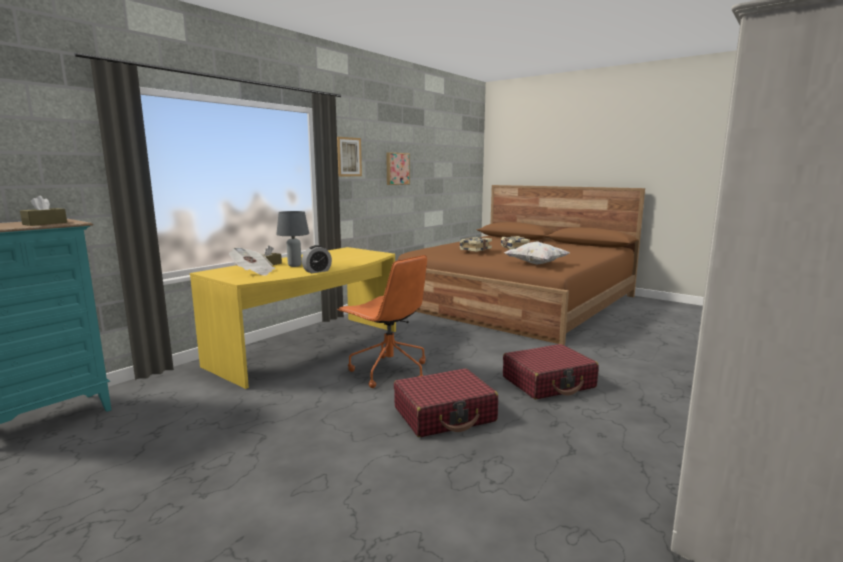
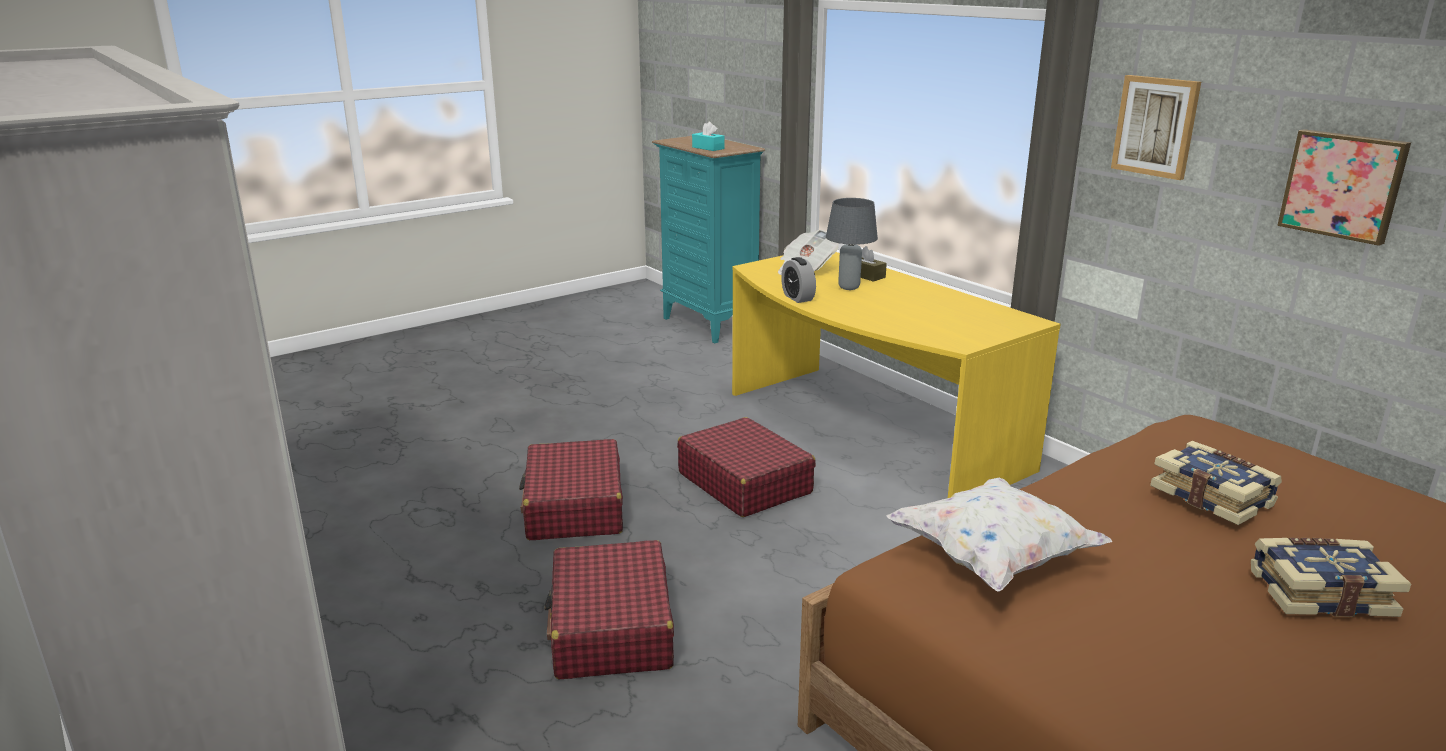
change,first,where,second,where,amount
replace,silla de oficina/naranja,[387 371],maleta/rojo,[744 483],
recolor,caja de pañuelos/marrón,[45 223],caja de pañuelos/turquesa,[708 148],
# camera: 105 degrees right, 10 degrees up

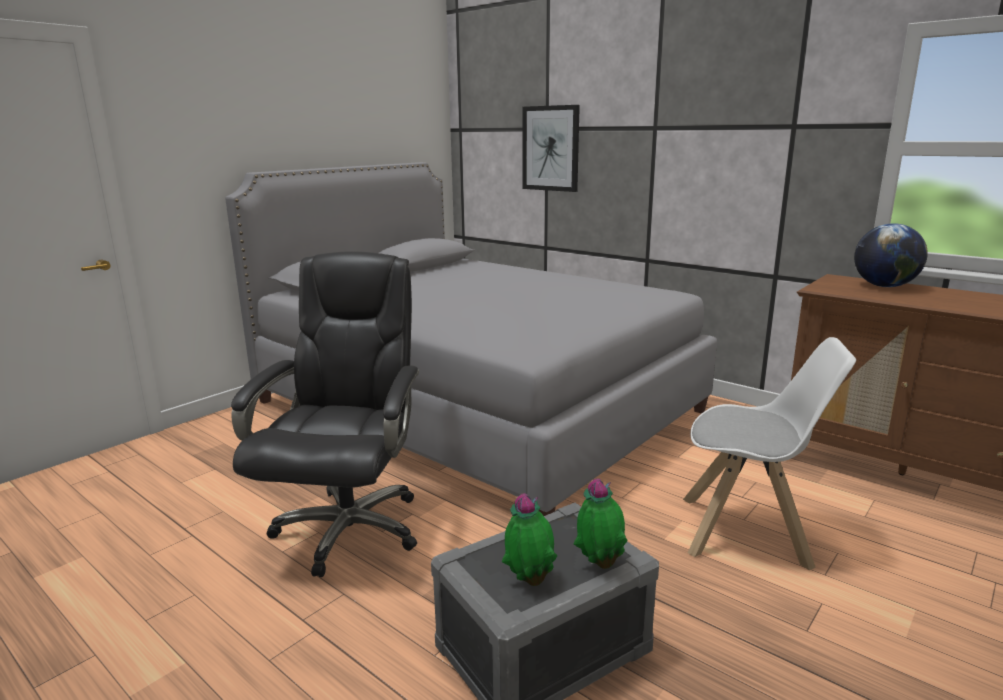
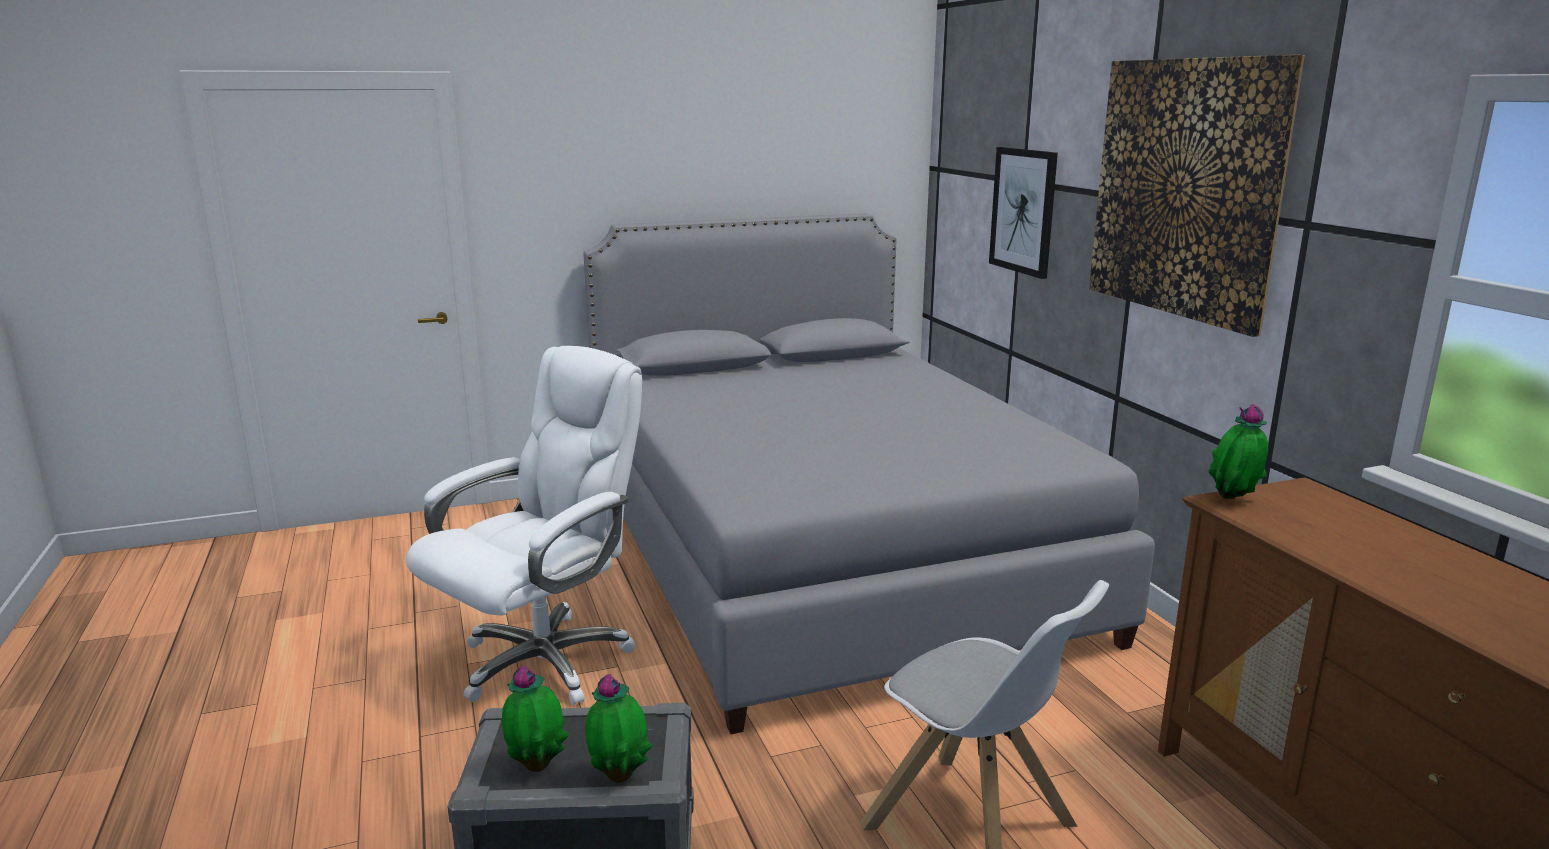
change,first,where,second,where,amount
recolor,silla de oficina/negro,[348 531],silla de oficina/blanco,[541 663],
insert,,,cuadro,[1185 188],
insert,,,planta en maceta,[1233 500],
delete,globo terráqueo,[884 286],,,
# camera: 30 degrees right, 0 degrees up

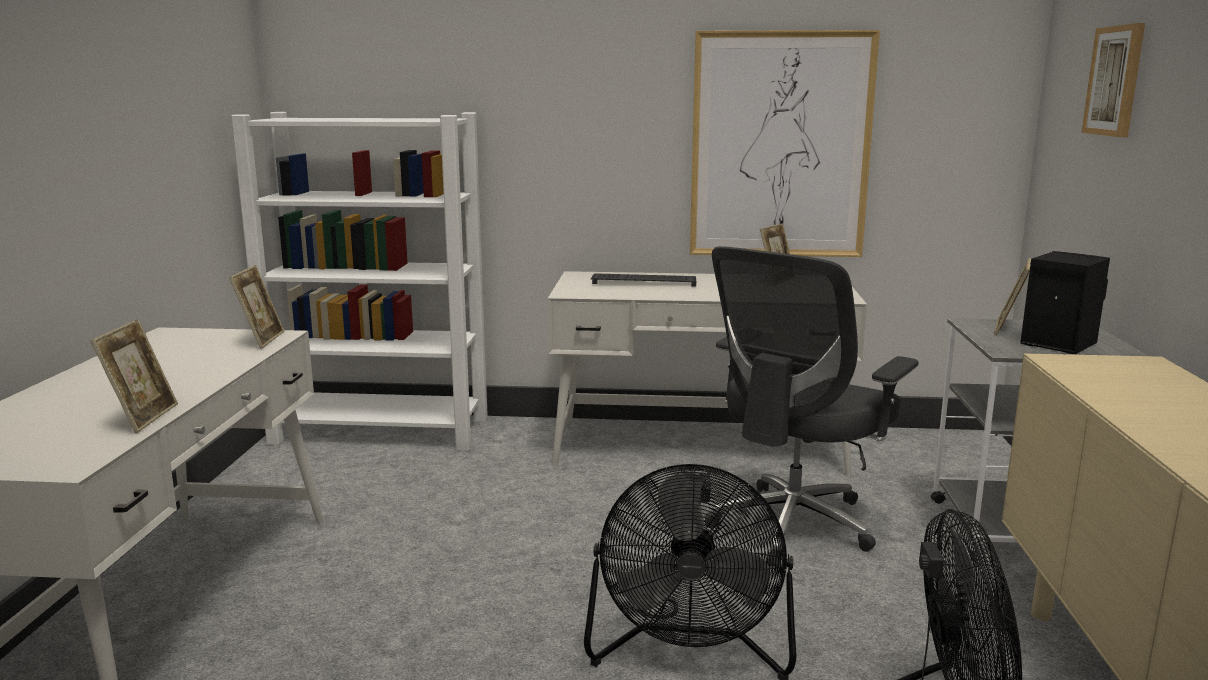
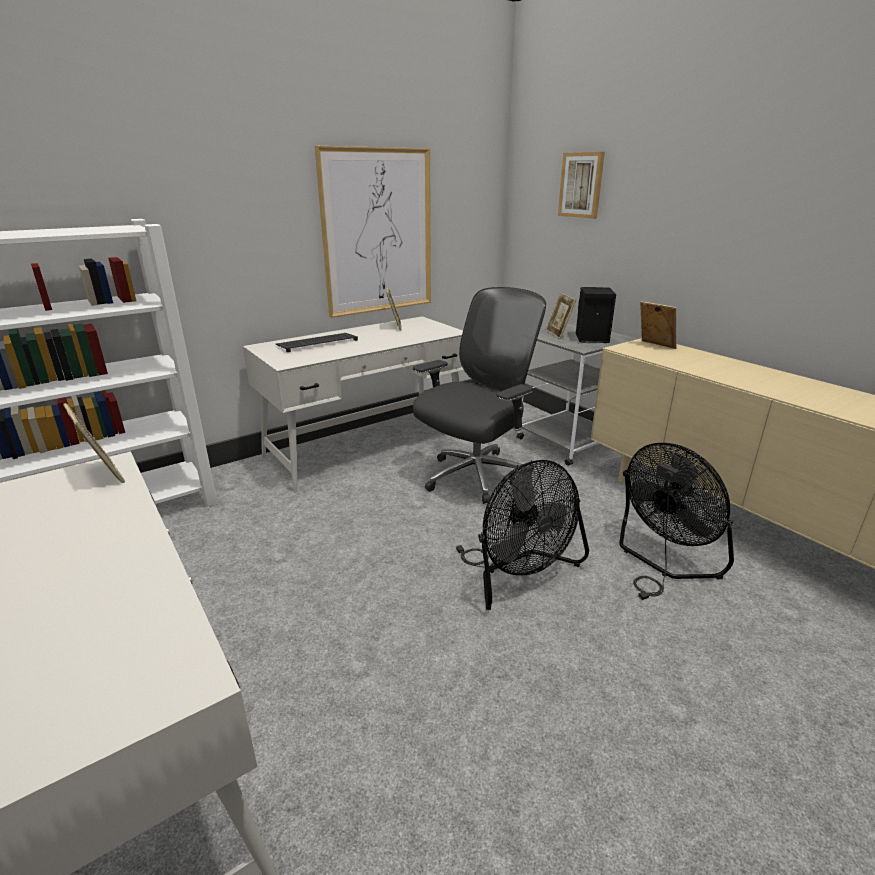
change,first,where,second,where,amount
rotate,silla de oficina,[793 524],,[475 476],135 degrees counterclockwise
move,portarretratos,[143 418],,[654 346],
# camera: 40 degrees left, 10 degrees up

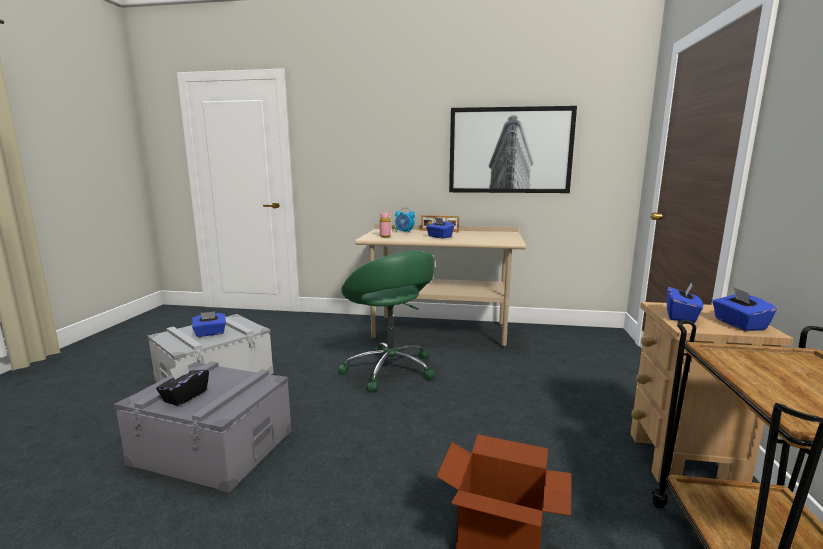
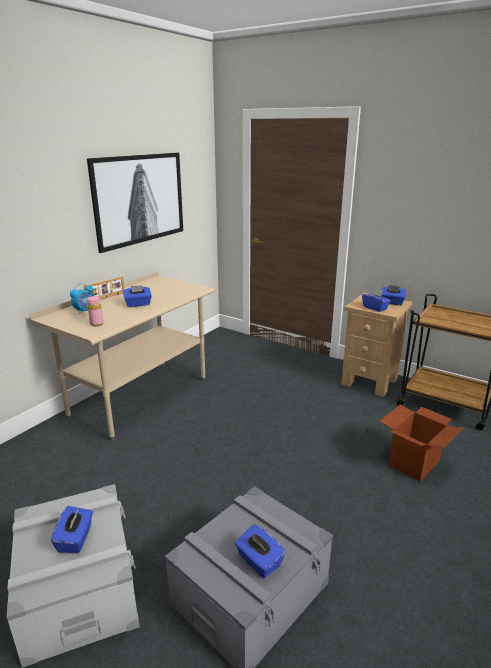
change,first,where,second,where,amount
recolor,caja de pañuelos/negro,[185 396],caja de pañuelos/azul,[259 561],
delete,silla de oficina/verde,[390 370],,,
# camera: 65 degrees left, 10 degrees up

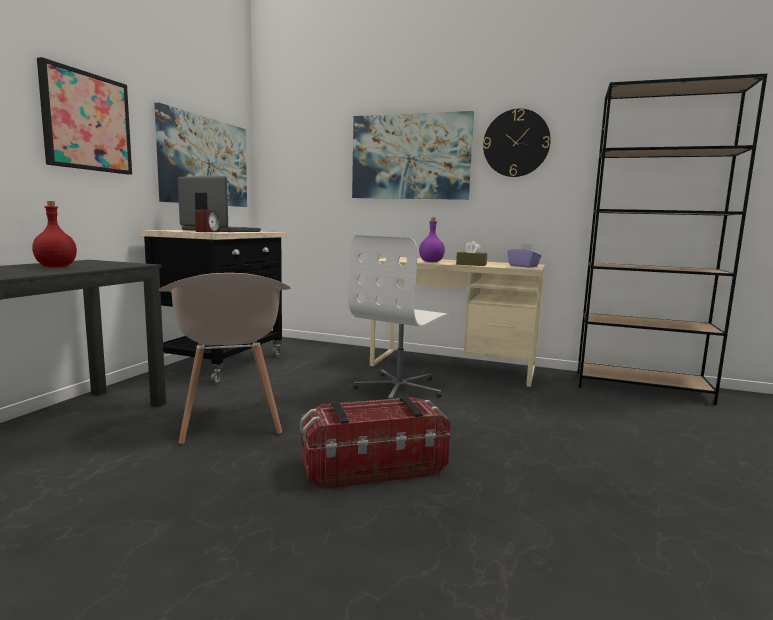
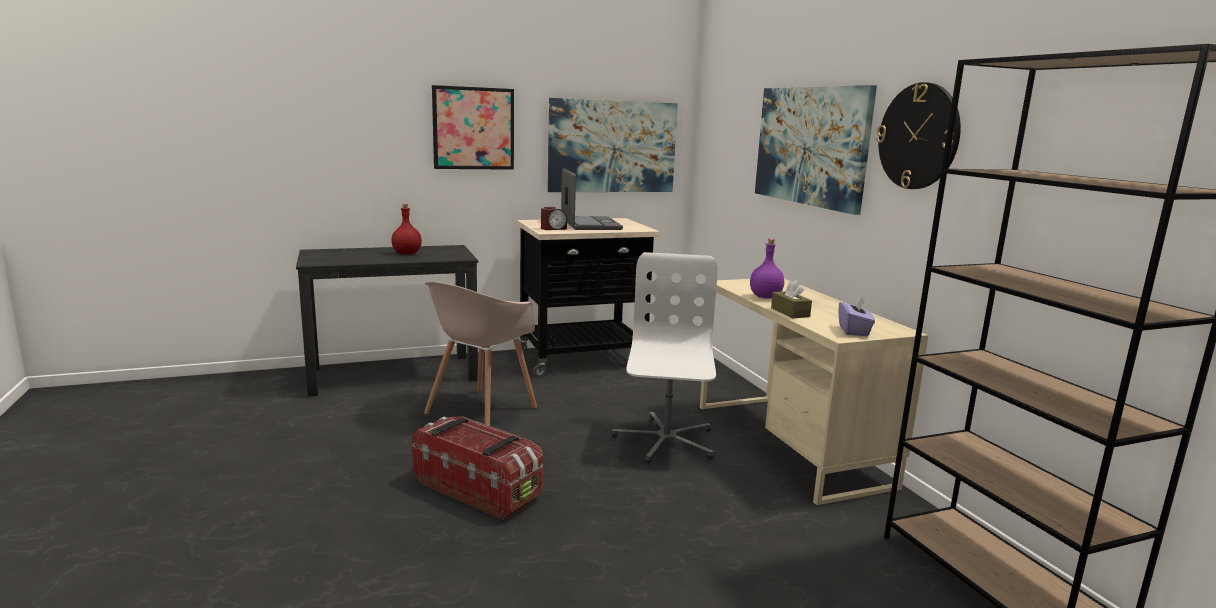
change,first,where,second,where,amount
rotate,silla de oficina/blanco,[400 388],,[665 441],105 degrees clockwise
# camera: 50 degrees right, 5 degrees up

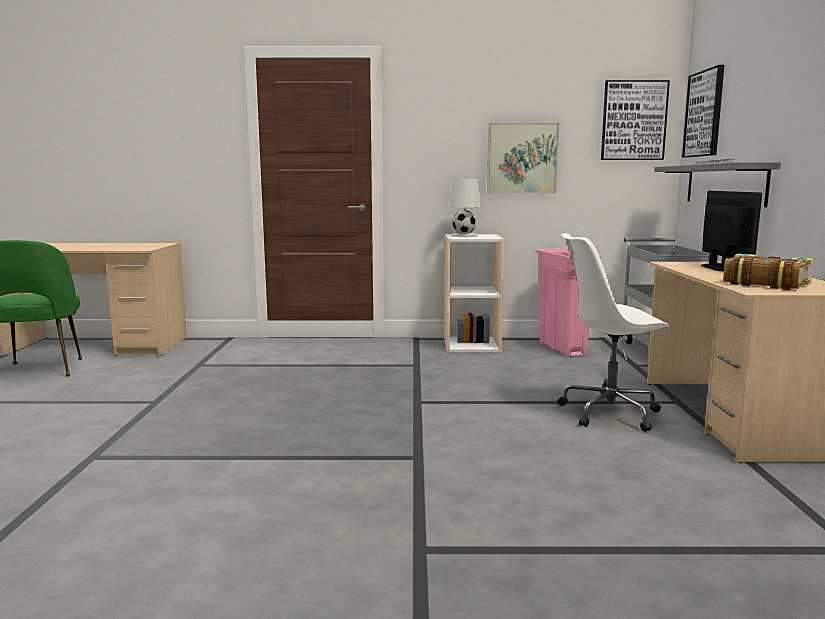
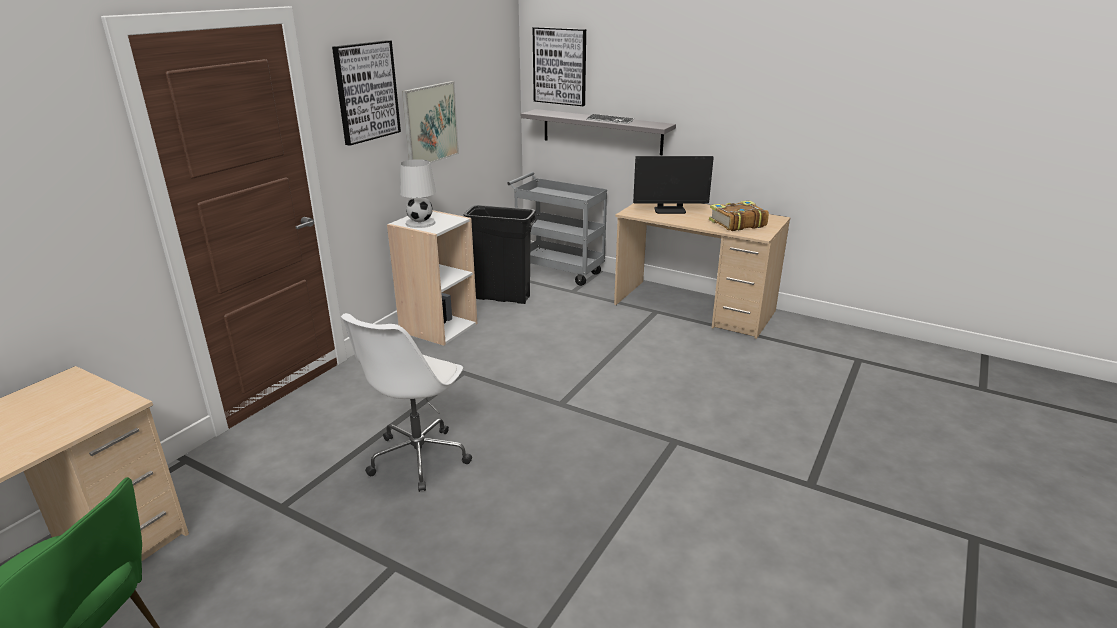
change,first,where,second,where,amount
move,cuadro,[633 120],,[366 91],
move,silla de oficina/blanco,[607 413],,[417 460],
recolor,papelera/rosa,[562 349],papelera/negro,[503 298],
rotate,monitor,[721 268],,[670 210],150 degrees clockwise
# camera: 60 degrees left, 15 degrees up

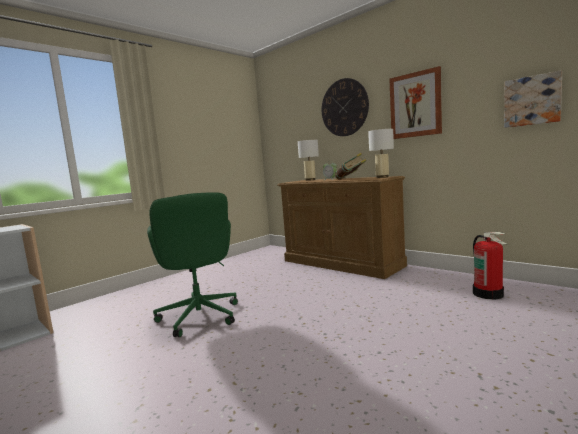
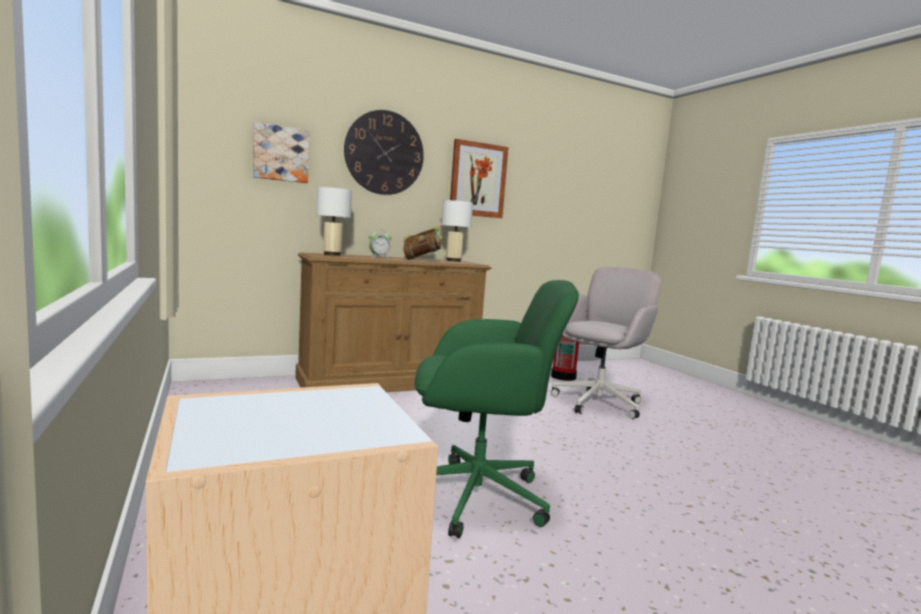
change,first,where,second,where,amount
move,cuadro,[532 100],,[281 153],
insert,,,silla de oficina/gris,[598 403],
# camera: 70 degrees left, 0 degrees up

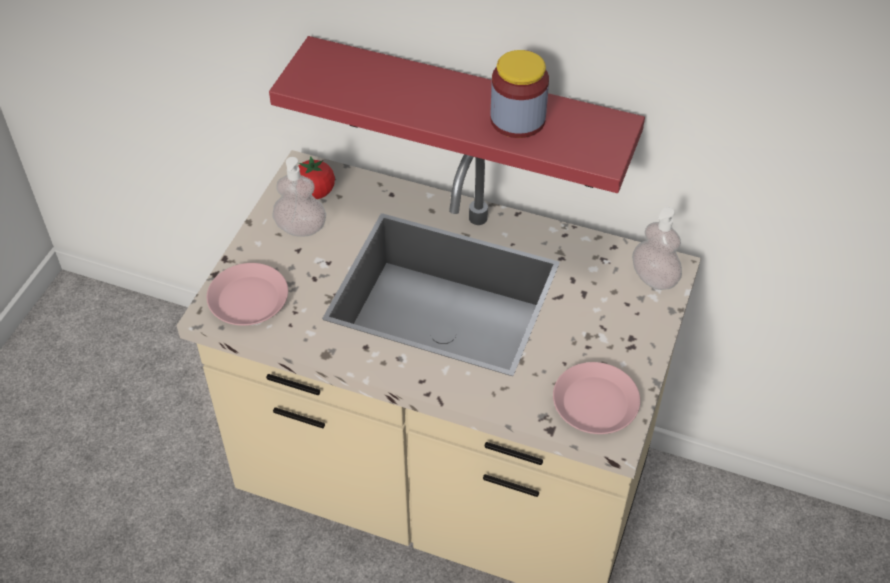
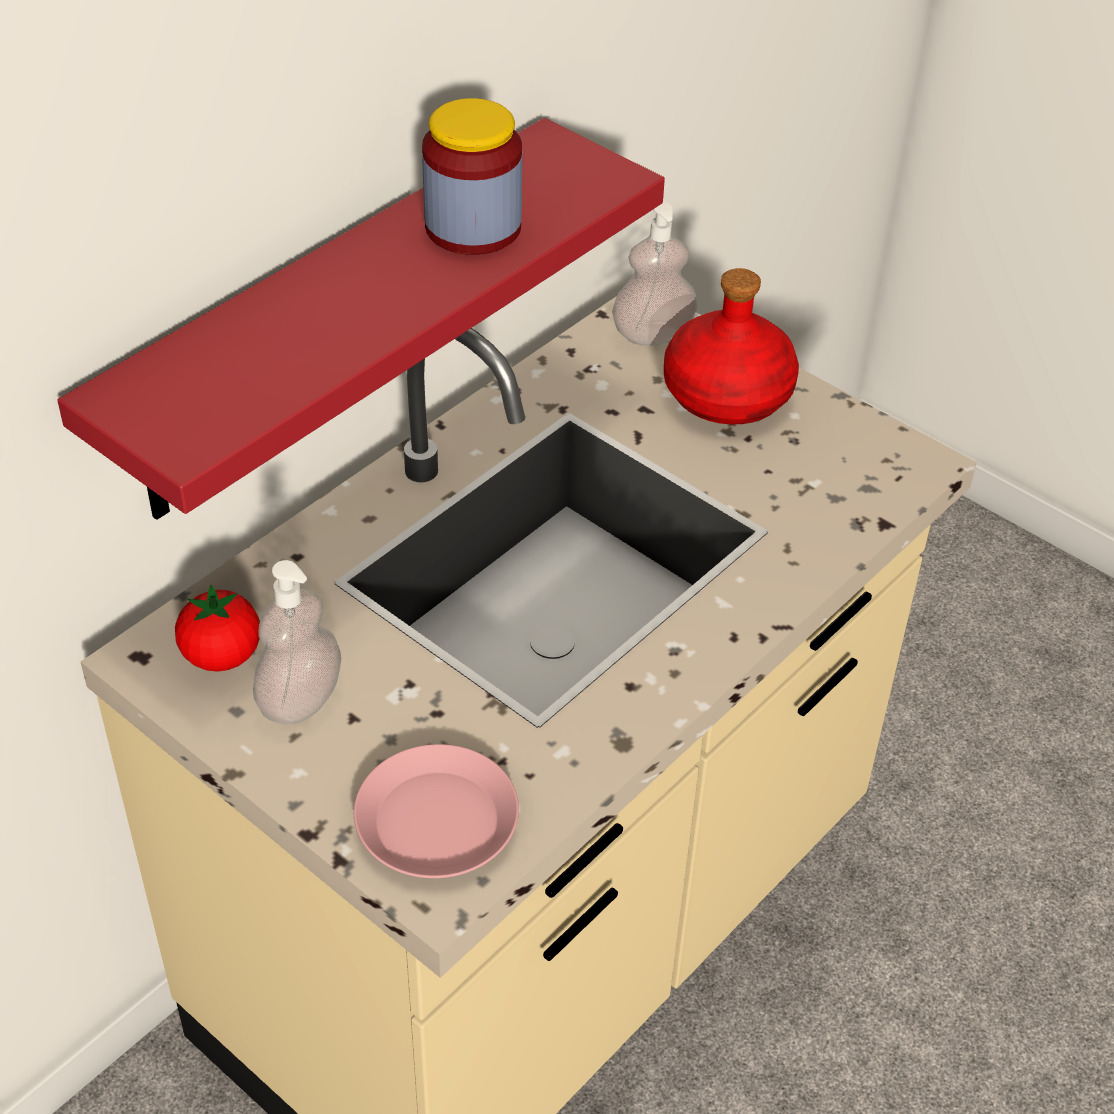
change,first,where,second,where,amount
insert,,,botella/rojo,[726 393],
delete,plato/rosa,[594 403],,,
# camera: 70 degrees left, 5 degrees down

